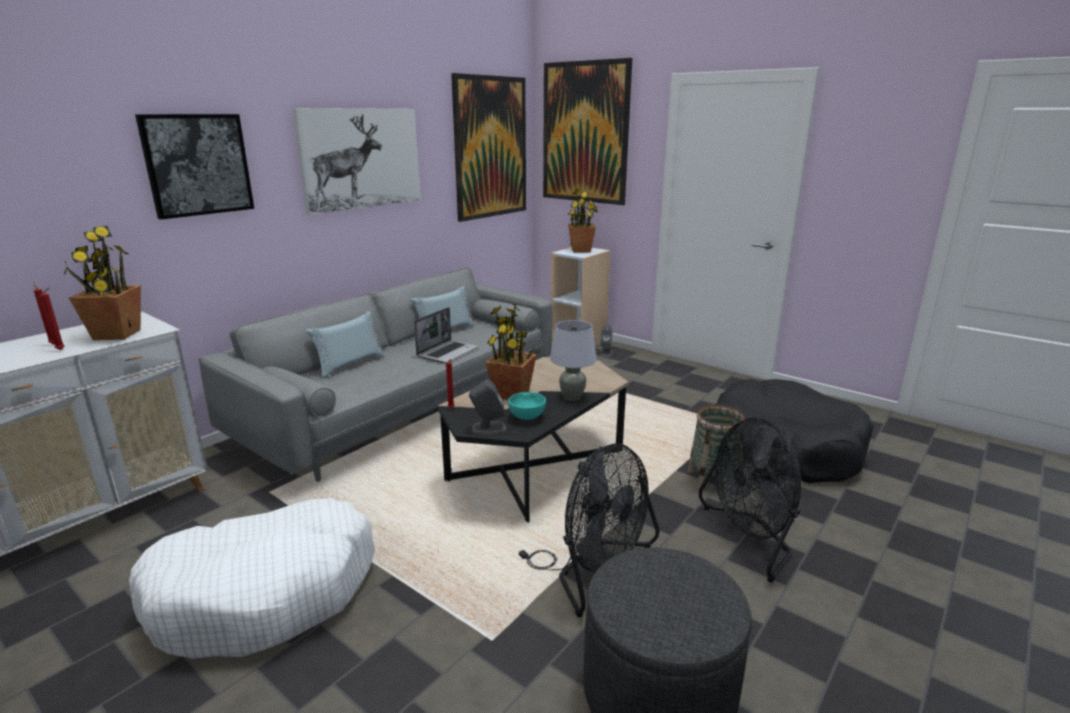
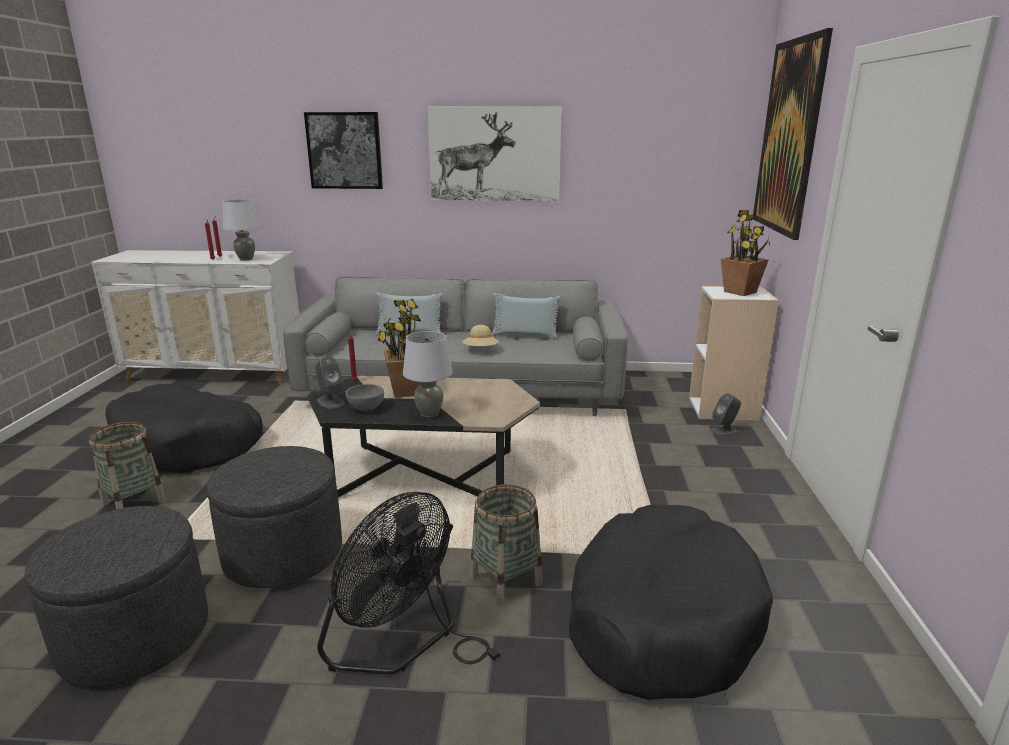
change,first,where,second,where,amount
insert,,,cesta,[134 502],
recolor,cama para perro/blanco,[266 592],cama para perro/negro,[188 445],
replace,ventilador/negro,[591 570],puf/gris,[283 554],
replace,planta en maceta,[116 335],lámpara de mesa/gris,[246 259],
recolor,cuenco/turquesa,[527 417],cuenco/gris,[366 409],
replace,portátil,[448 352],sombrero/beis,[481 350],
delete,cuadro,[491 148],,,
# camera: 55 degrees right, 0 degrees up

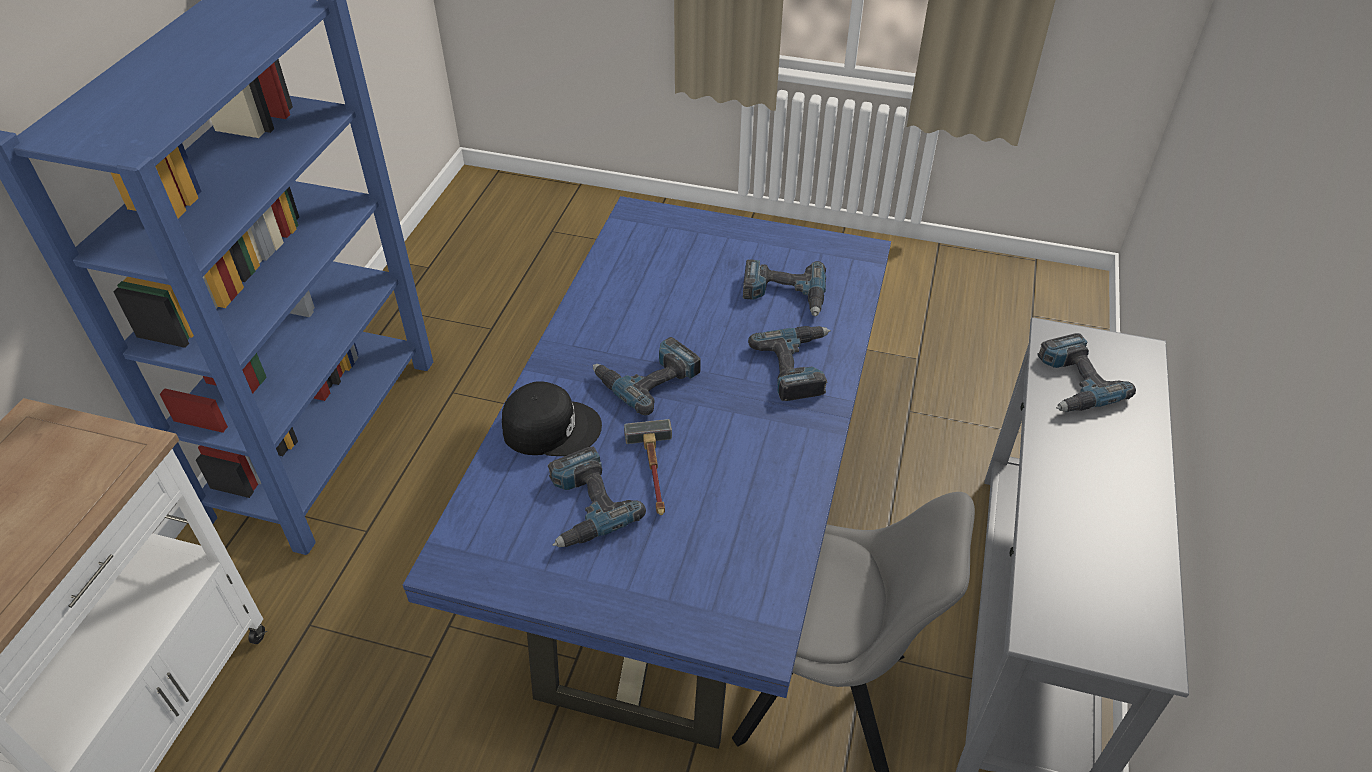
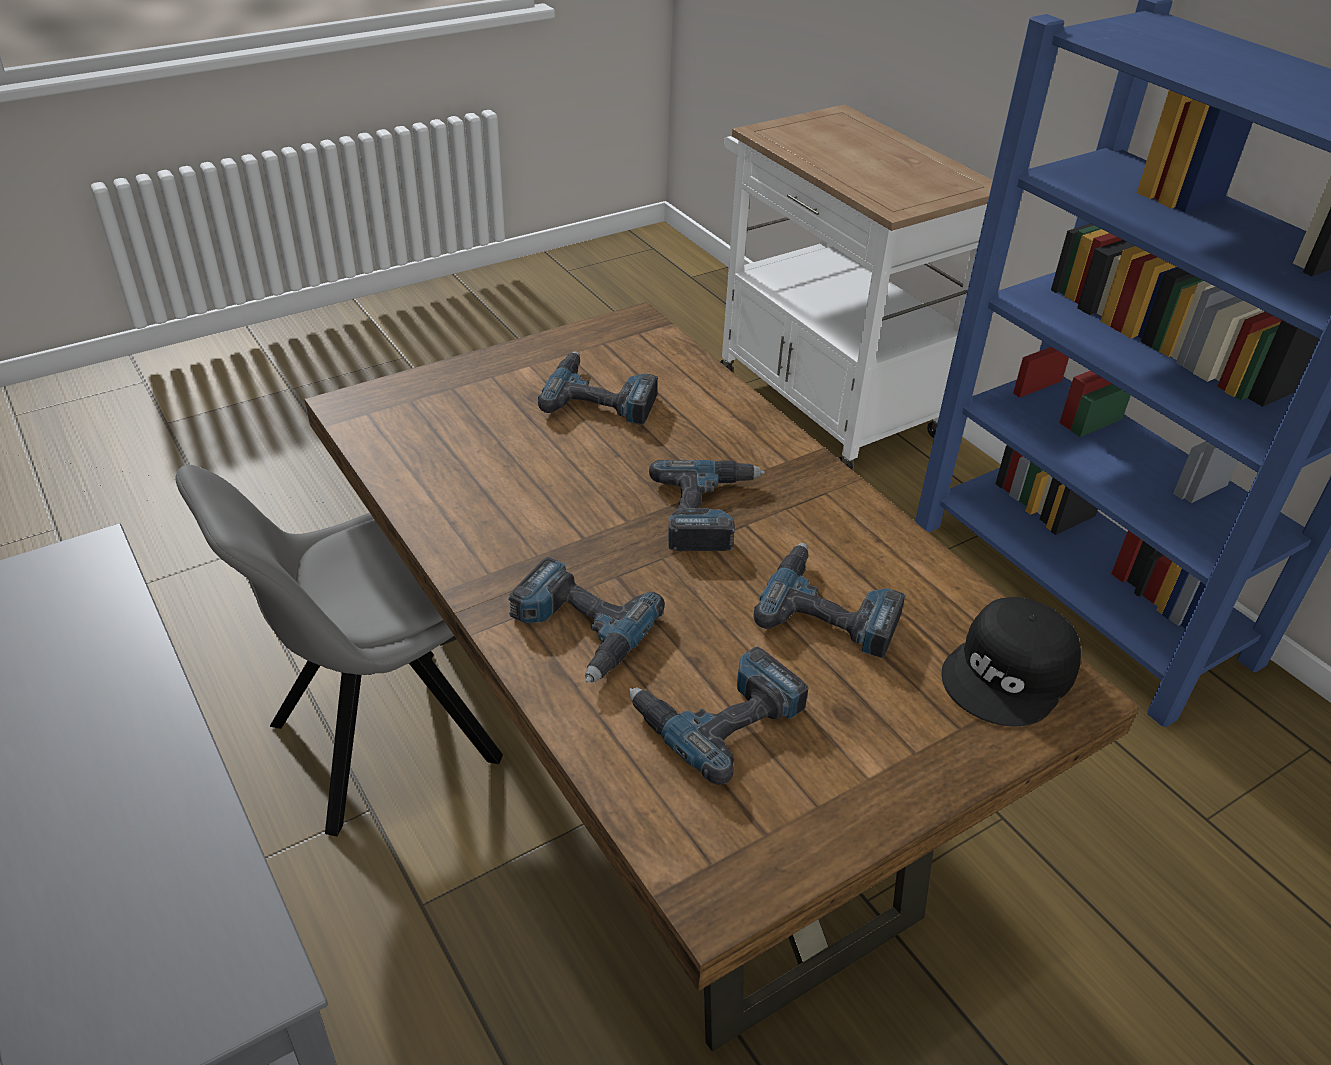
change,first,where,second,where,amount
recolor,mesa de comedor/azul,[685 542],mesa de comedor/marrón,[658 768],
move,taladro,[1072 382],,[831 609],
move,gorra/negro,[551 427],,[1010 674],
delete,martillo,[654 473],,,
# camera: 130 degrees right, 5 degrees down

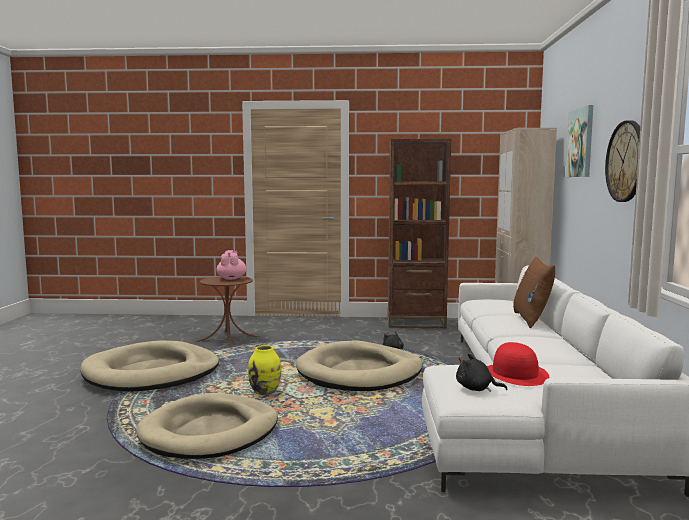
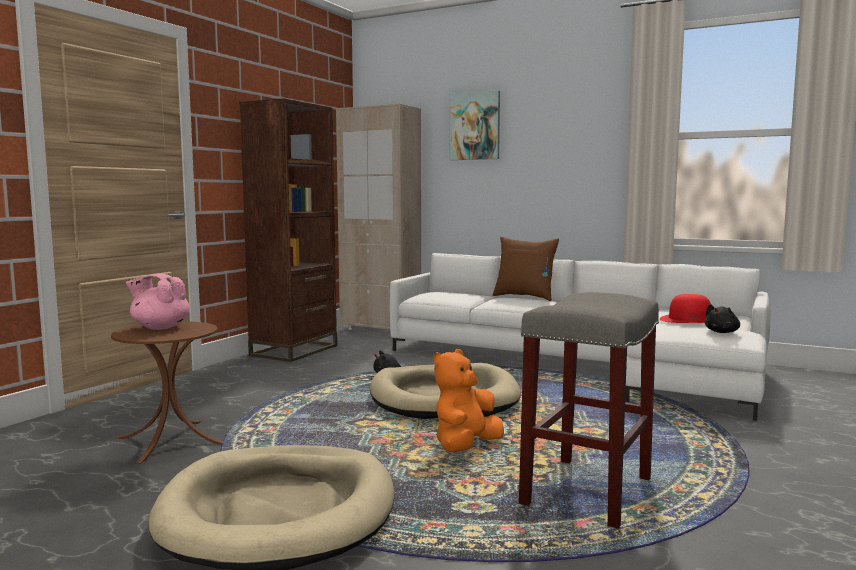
change,first,where,second,where,amount
replace,florero/amarillo,[265 392],peluche/naranja,[465 447],
replace,cama para perro/beis,[210 432],taburete/gris,[587 490],
delete,reloj de pared,[626 161],,,
# camera: 65 degrees left, 0 degrees up

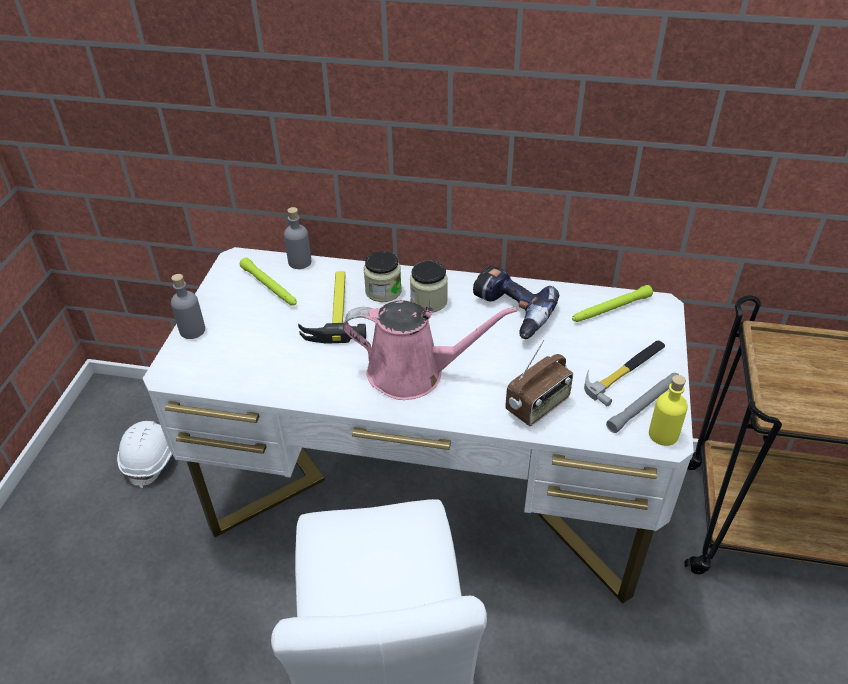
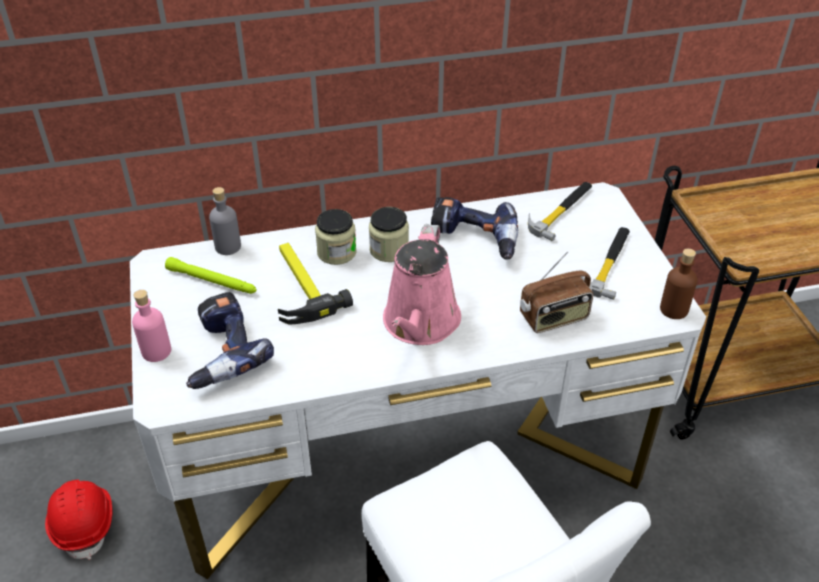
change,first,where,second,where,amount
recolor,casco/blanco,[152 459],casco/rojo,[84 523],
recolor,botella/gris,[192 330],botella/rosa,[156 351],
insert,,,taladro,[220 353],
rotate,regadera/rosa,[413 373],,[420 324],120 degrees clockwise
rotate,radio,[538 406],,[554 318],45 degrees clockwise
replace,linterna/verde,[610 309],martillo,[561 210],
recolor,botella/amarillo,[663 434],botella/marrón,[673 309],
delete,linterna/gris,[644 404],,,
# camera: 25 degrees left, 0 degrees up

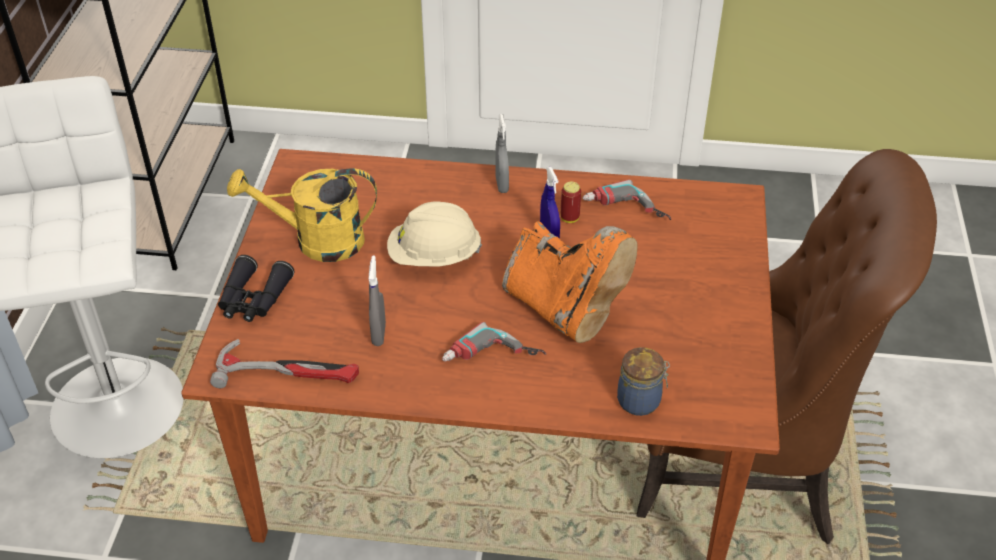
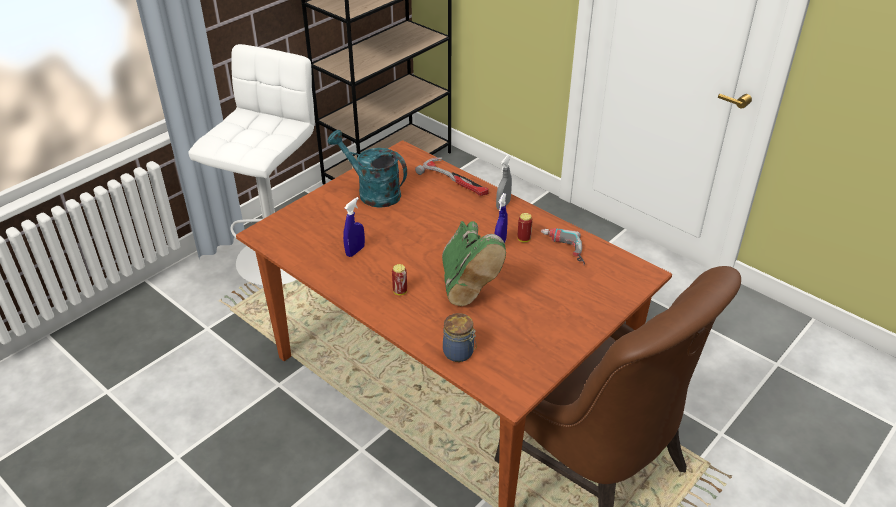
change,first,where,second,where,amount
recolor,regadera/amarillo,[317 241],regadera/turquesa,[372 192],
recolor,pulverizador/gris,[379 334],pulverizador/azul,[355 251],
replace,taladro,[492 360],lata,[400 291],
move,martillo,[288 371],,[455 180],
recolor,bota/naranja,[564 311],bota/verde,[467 285],
delete,prismáticos/negro,[253 299],,,
delete,casco/beis,[434 256],,,
# camera: 35 degrees right, 5 degrees down

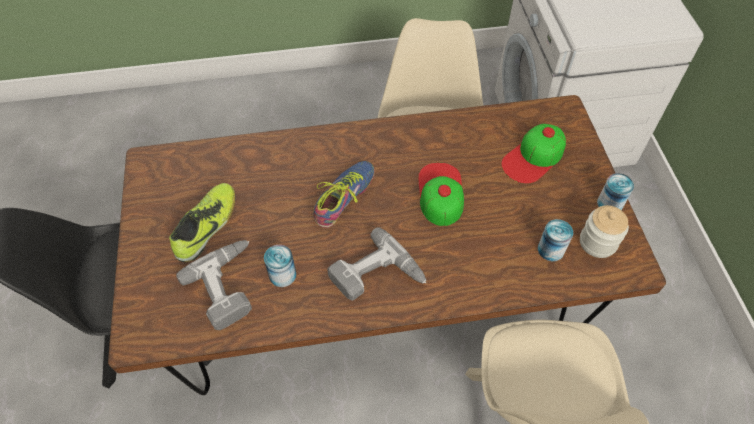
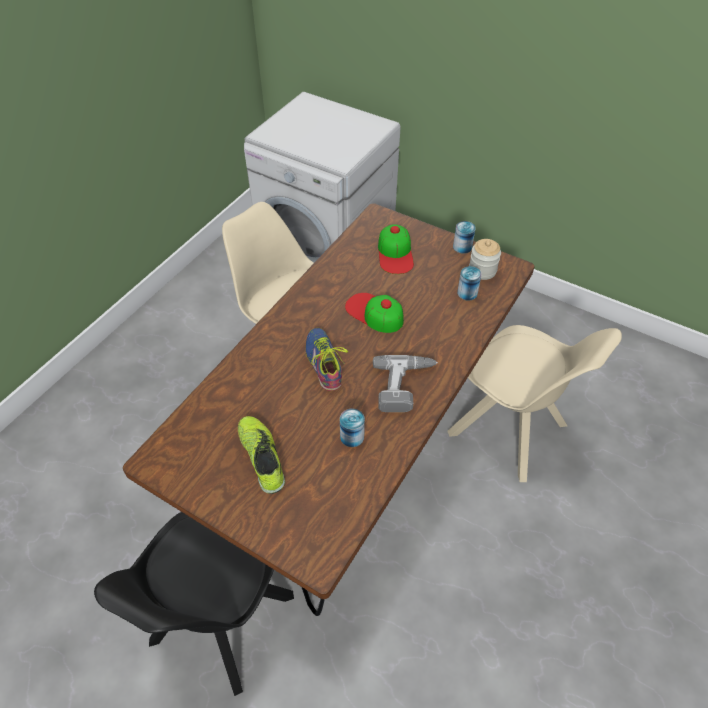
change,first,where,second,where,amount
delete,taladro,[229 286],,,
# camera: 50 degrees left, 5 degrees down

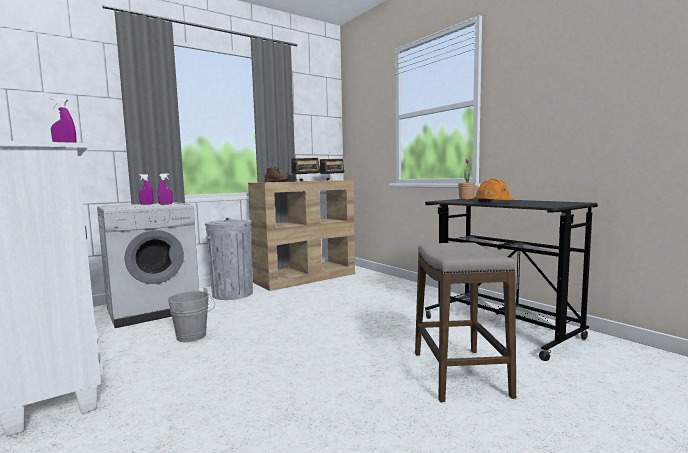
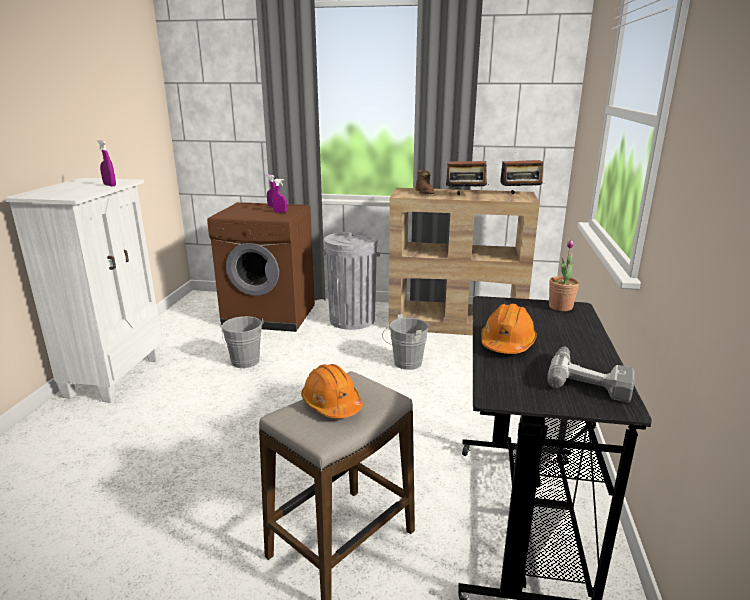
change,first,where,second,where,amount
recolor,lavadora/blanco,[154 310],lavadora/marrón,[269 316],
insert,,,casco/naranja,[331 404],
insert,,,cubo/gris,[405 363],
insert,,,taladro,[589 379],
# camera: 45 degrees right, 15 degrees up

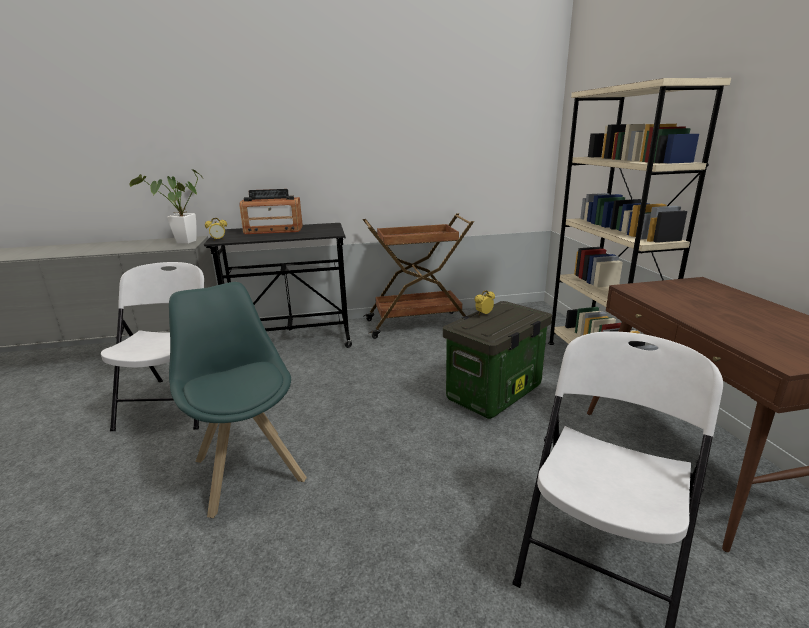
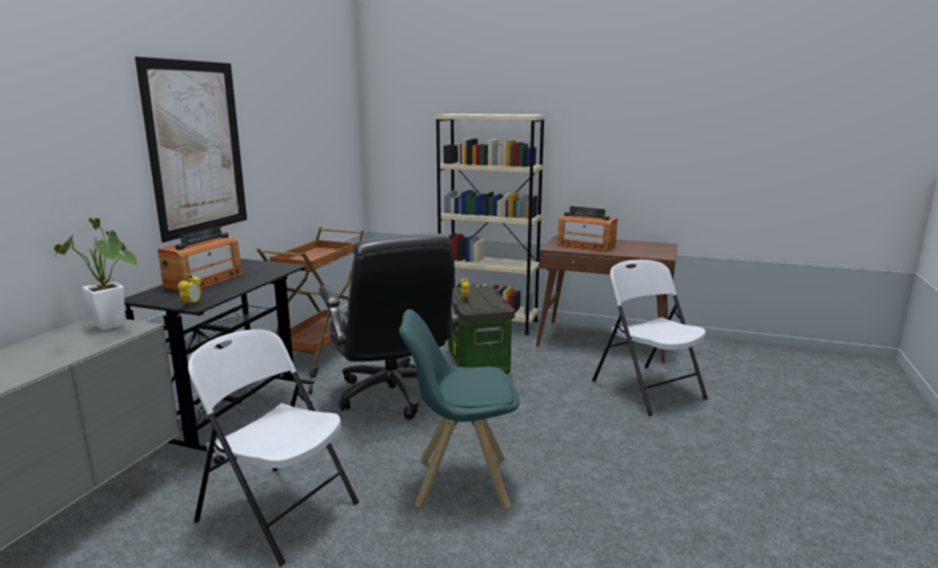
change,first,where,second,where,amount
insert,,,cuadro,[197 148],
insert,,,silla de oficina/negro,[392 397],
insert,,,radio,[585 246],
# camera: 60 degrees left, 5 degrees down

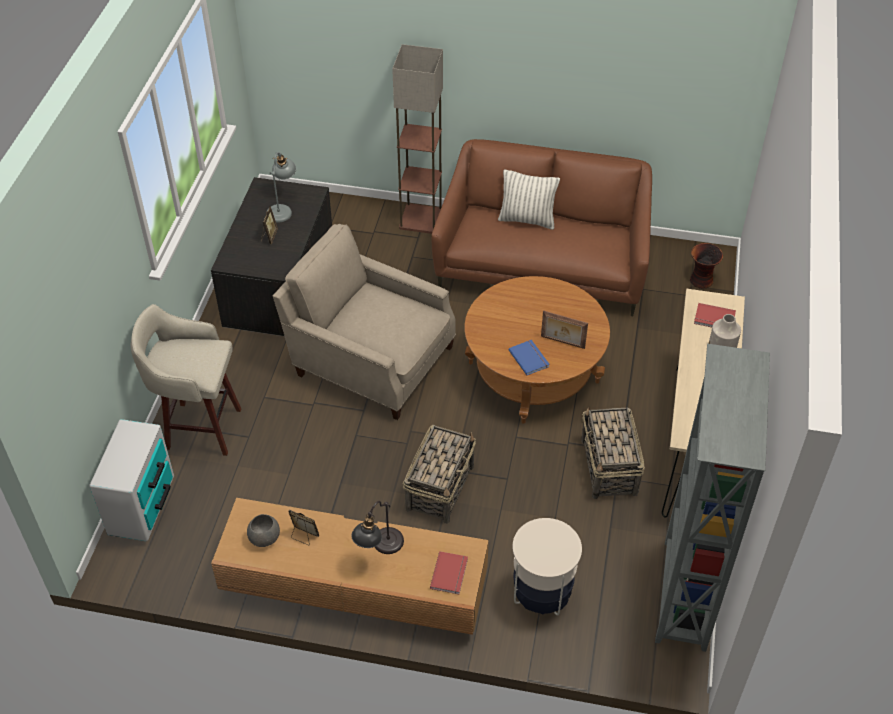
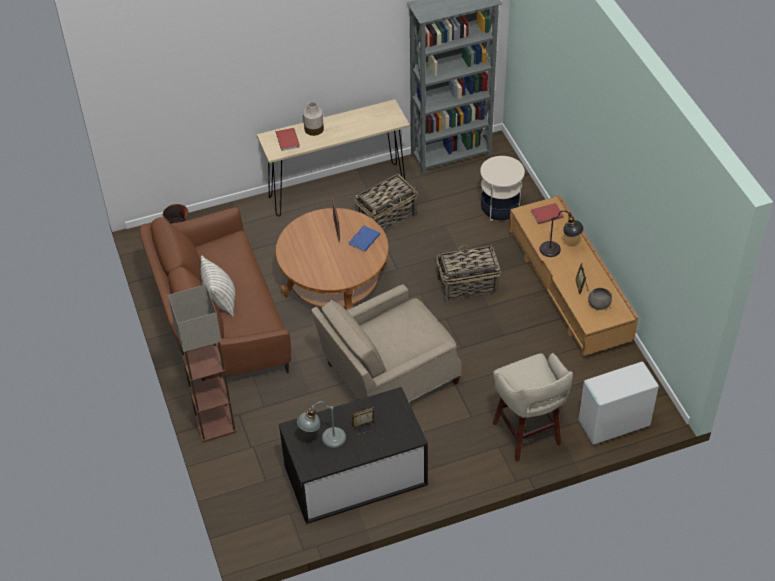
change,first,where,second,where,amount
rotate,sillón/beis,[371 359],,[389 375],60 degrees clockwise
# camera: 120 degrees left, 0 degrees up

